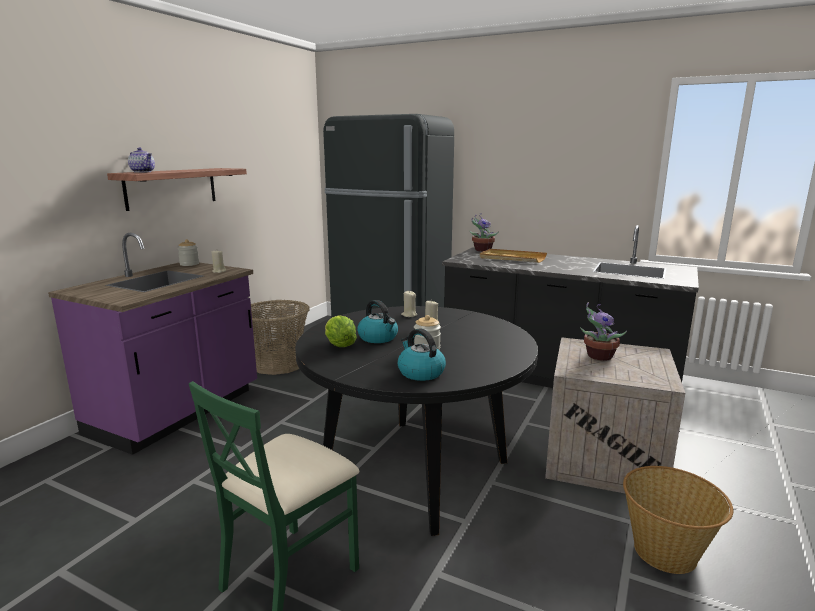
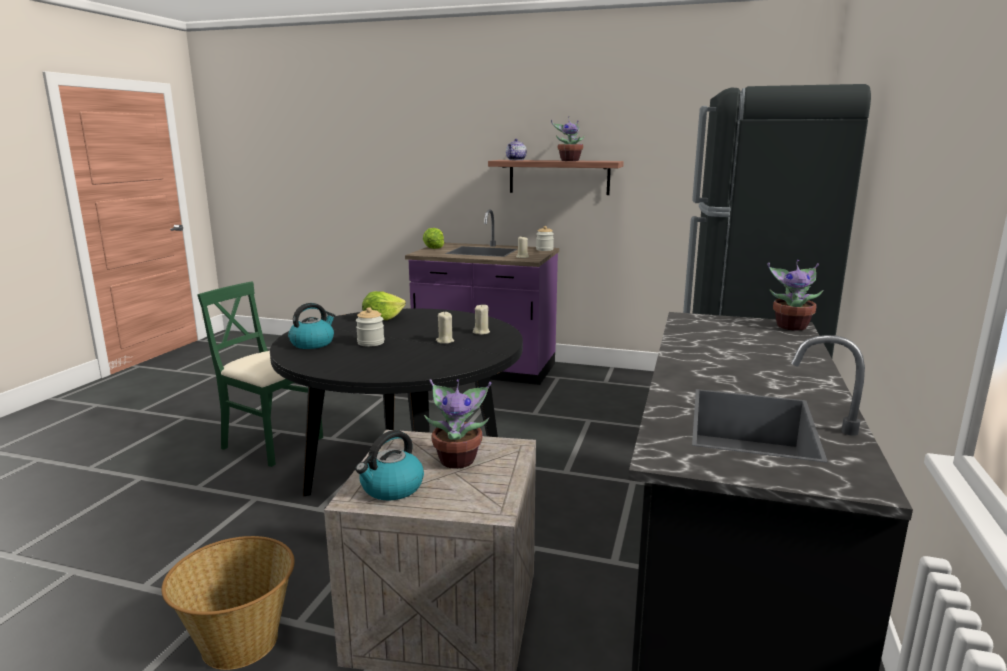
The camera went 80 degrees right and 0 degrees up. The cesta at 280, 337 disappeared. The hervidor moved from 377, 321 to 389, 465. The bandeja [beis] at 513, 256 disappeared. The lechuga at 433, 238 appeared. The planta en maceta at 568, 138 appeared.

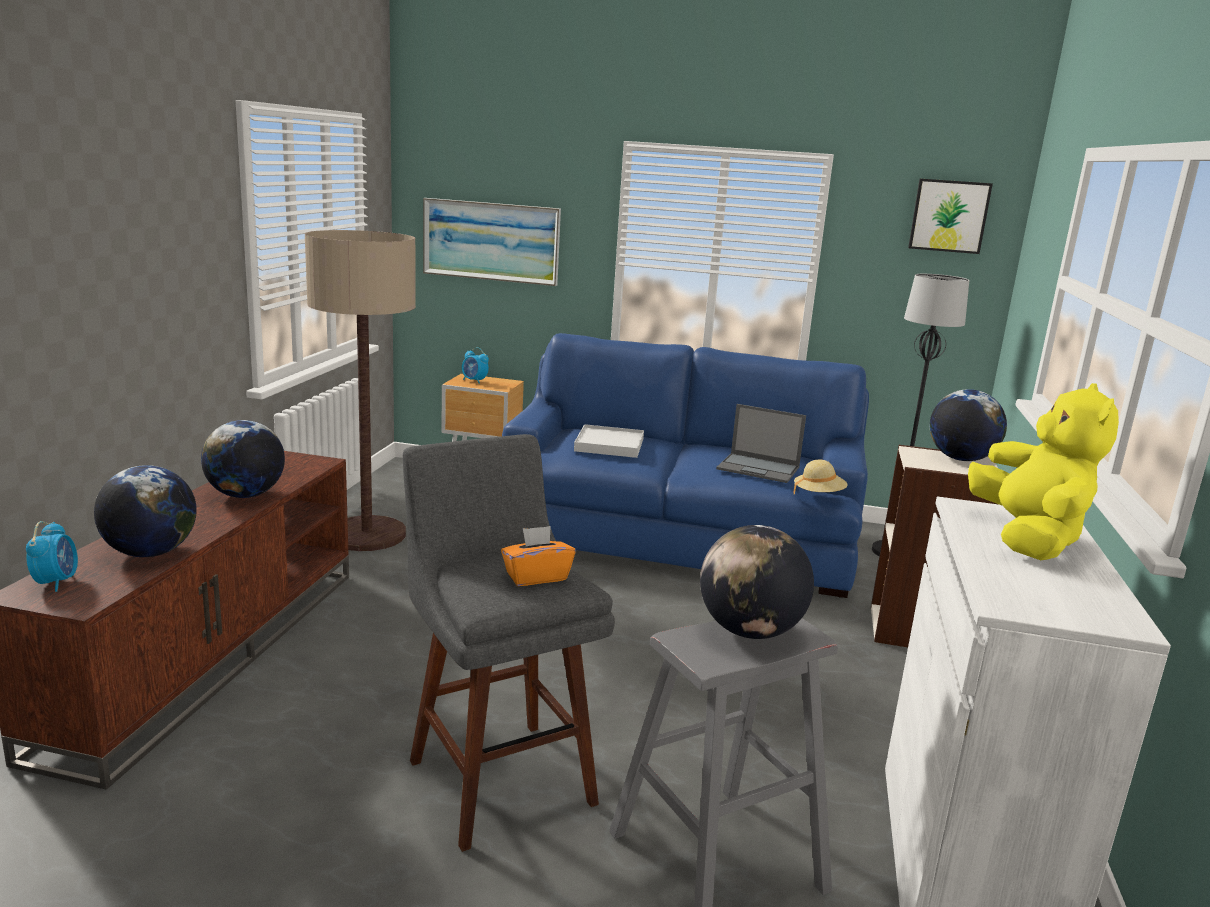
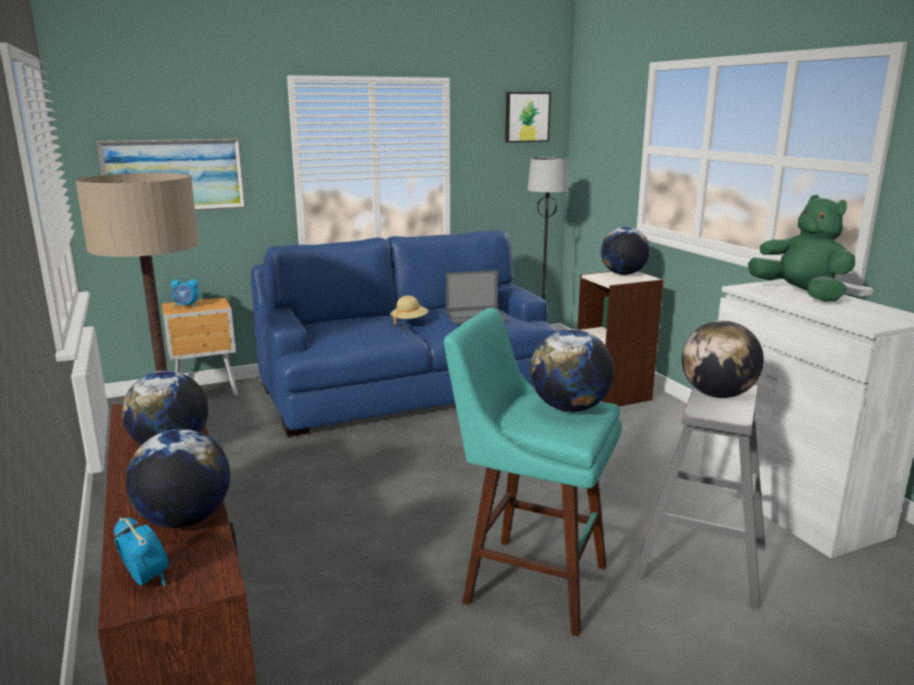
The camera went 35 degrees left and 0 degrees up. The taburete [gris] at 509, 643 became the taburete [turquesa] at 533, 472. The caja de pañuelos [naranja] at 538, 556 was replaced by the globo terráqueo at 572, 370. The bandeja [blanco] at 609, 441 disappeared. The sombrero [beis] moved from 821, 477 to 409, 310. The peluche [amarillo] at 1043, 471 became the peluche [verde] at 801, 248.

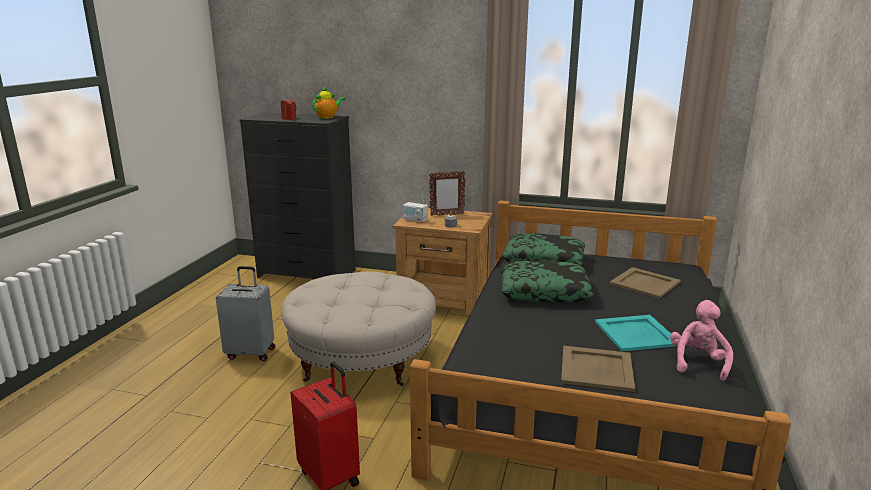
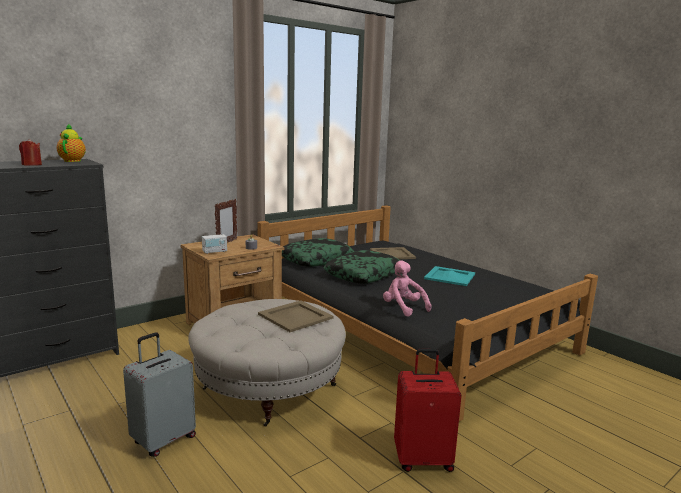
The camera went 55 degrees left and 5 degrees down. The bandeja [beis] moved from 598, 369 to 296, 316. The peluche [rosa] moved from 701, 340 to 407, 288.

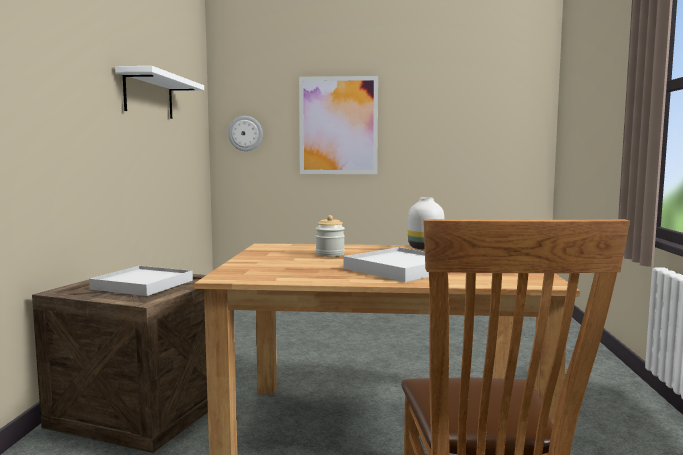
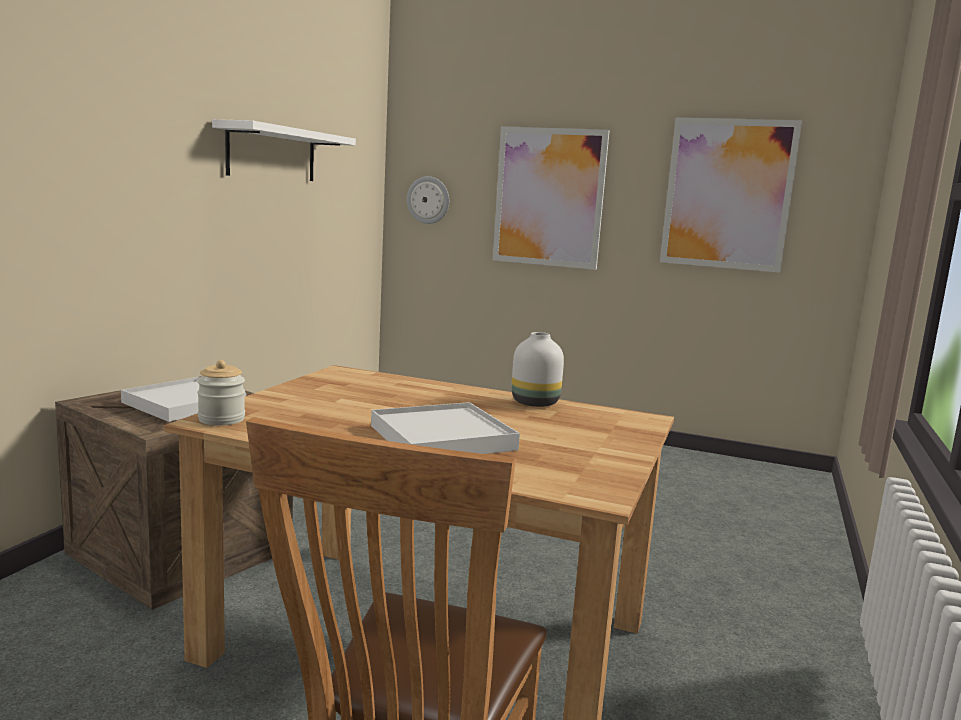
The camera went 15 degrees right and 5 degrees up. The tarro moved from 330, 236 to 221, 392. The cuadro at 731, 195 appeared.

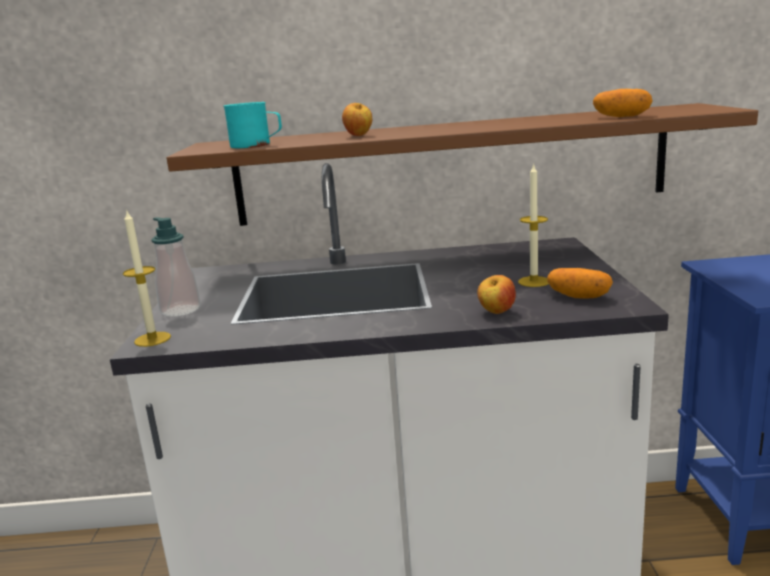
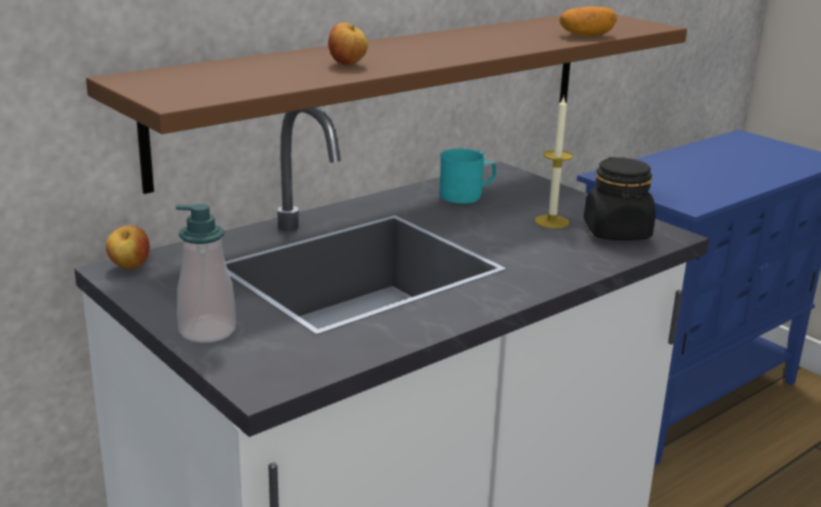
The camera went 40 degrees left and 5 degrees up. The vela at 147, 278 disappeared. The taza grande [turquesa] moved from 253, 125 to 467, 176. The manzana moved from 496, 294 to 128, 247. The patata at 580, 283 was replaced by the tarro [negro] at 620, 198.

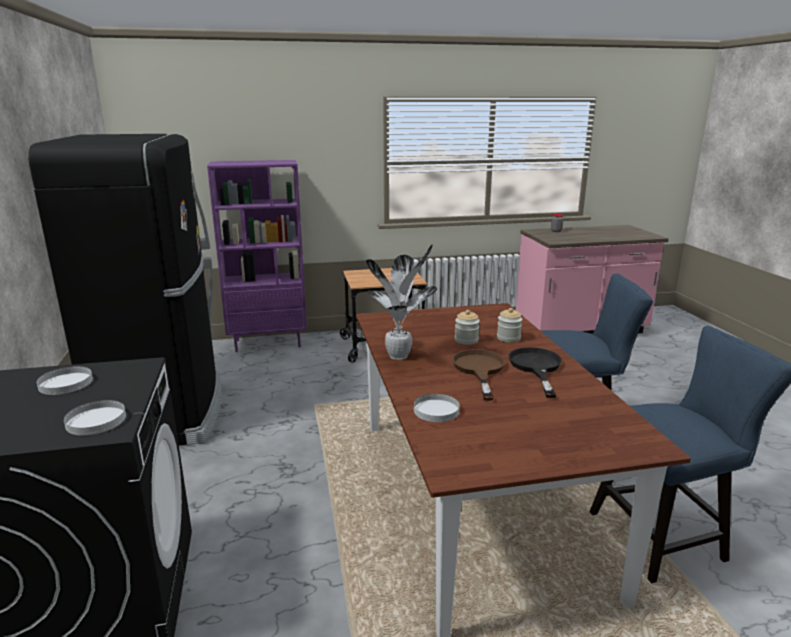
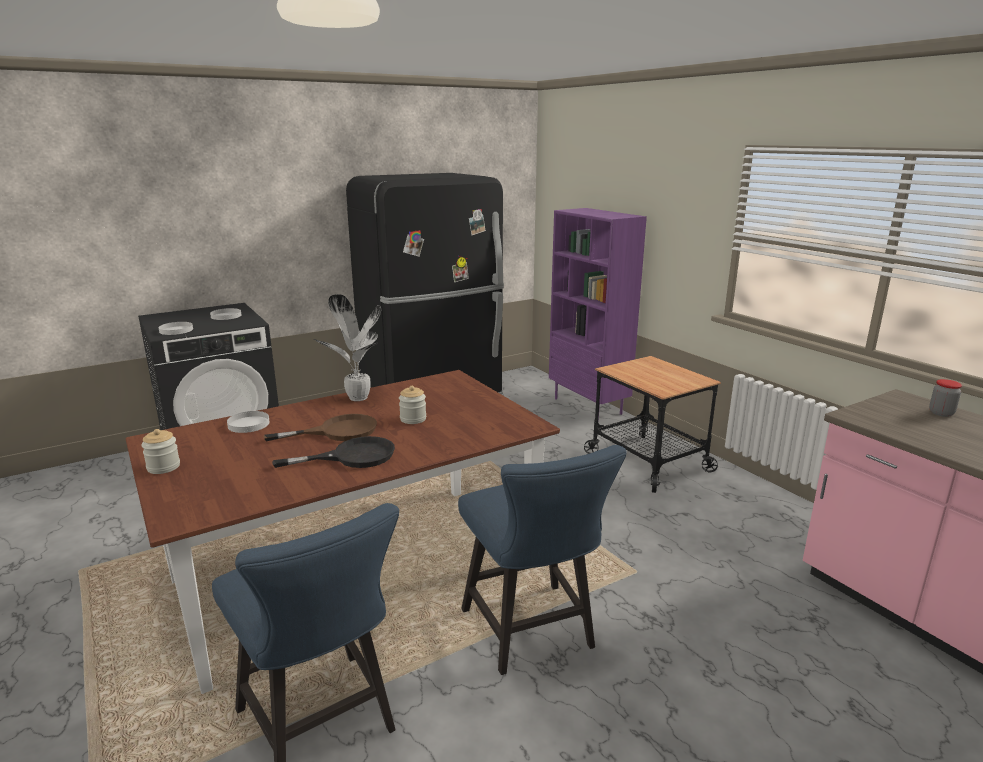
The camera went 70 degrees right and 0 degrees up. The tarro moved from 509, 325 to 160, 451.

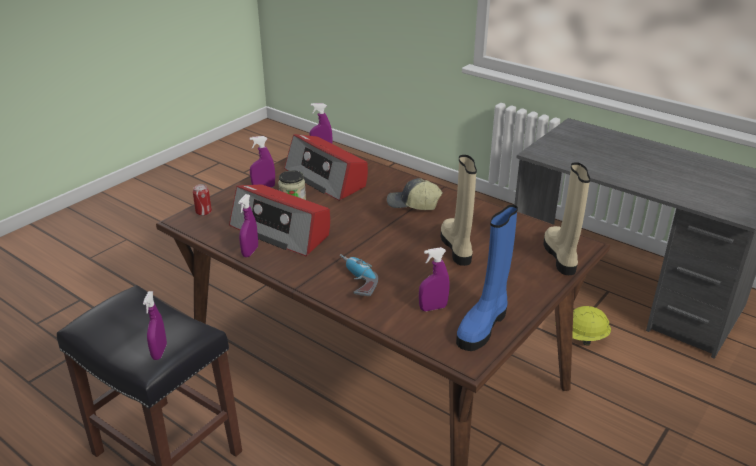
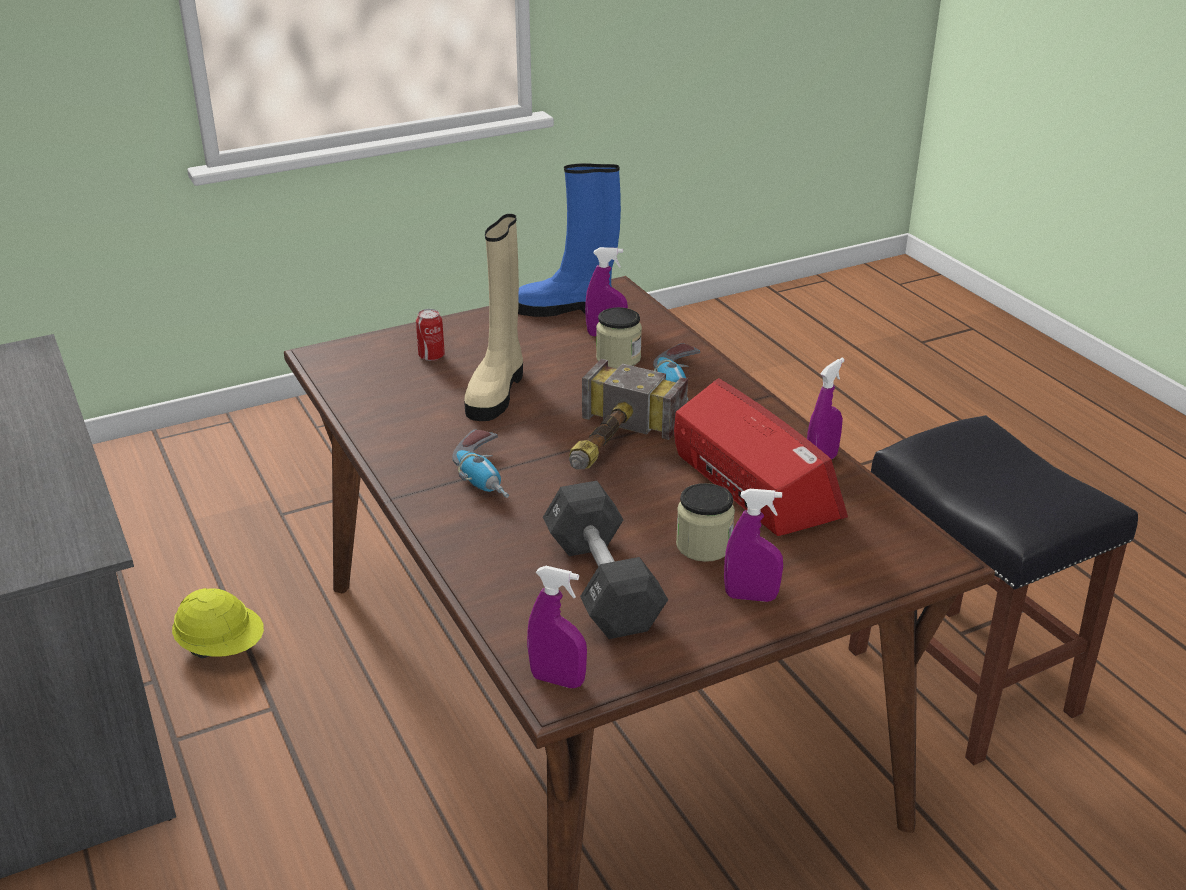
The camera went 155 degrees left and 0 degrees up. The pulverizador [morado] at 155, 325 disappeared. The lata moved from 202, 200 to 430, 335. The radio at 326, 167 was replaced by the mancuerna [negro] at 605, 560. The gorra at 415, 194 was replaced by the taladro at 480, 464. The bota [azul] at 487, 278 turned 150 degrees counterclockwise. The bota [beis] at 567, 218 disappeared. The martillo at 628, 414 appeared. The tarro at 619, 338 appeared.

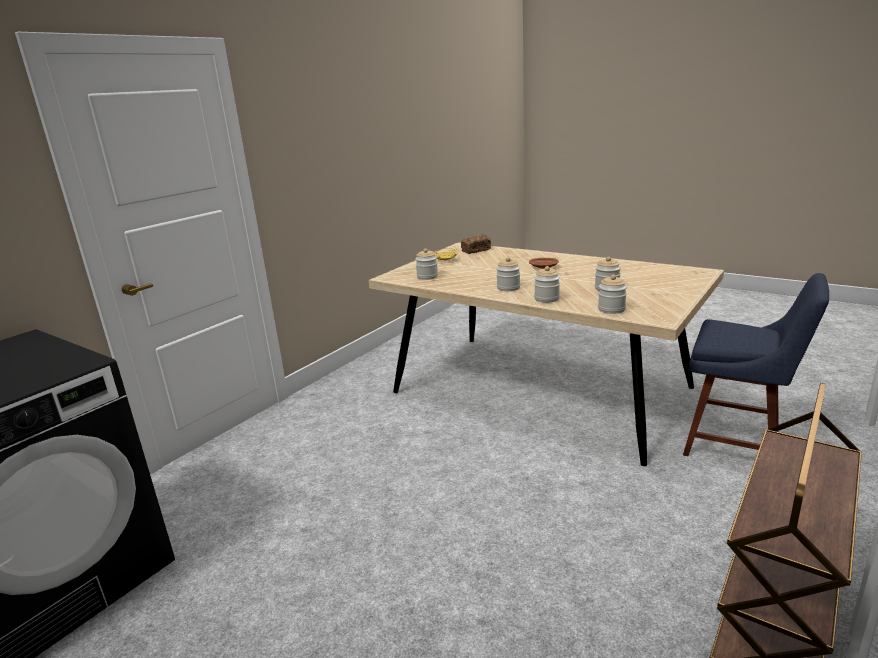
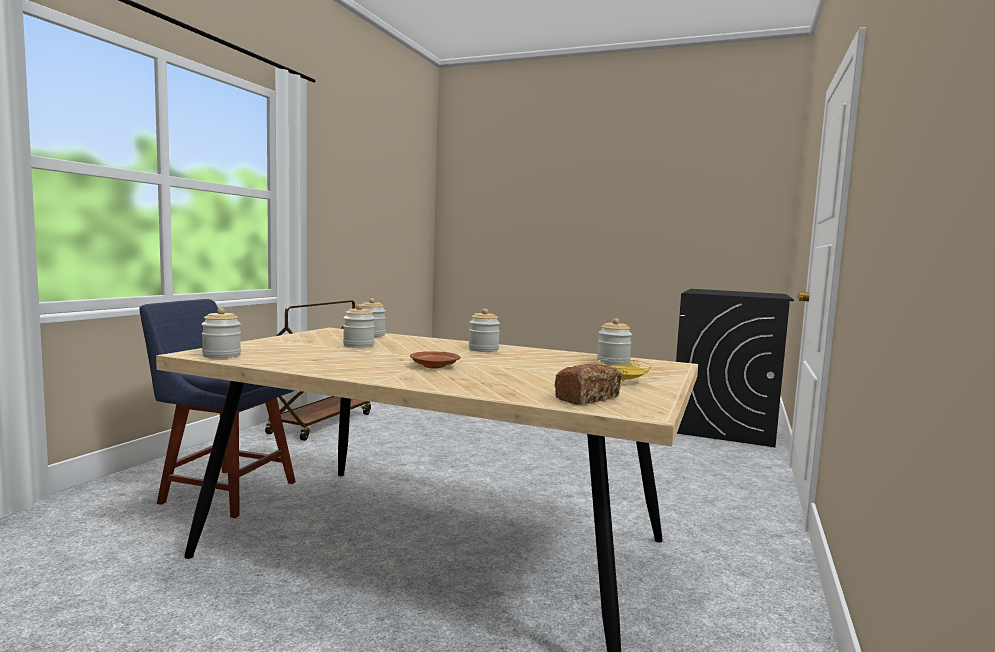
The camera went 165 degrees right and 15 degrees down. The tarro moved from 547, 284 to 221, 333.

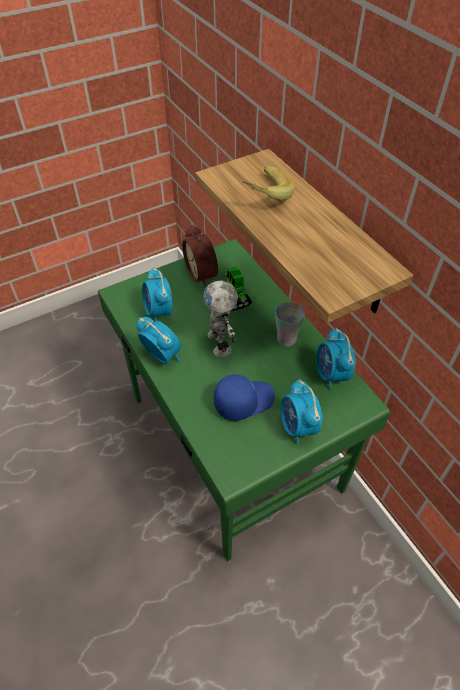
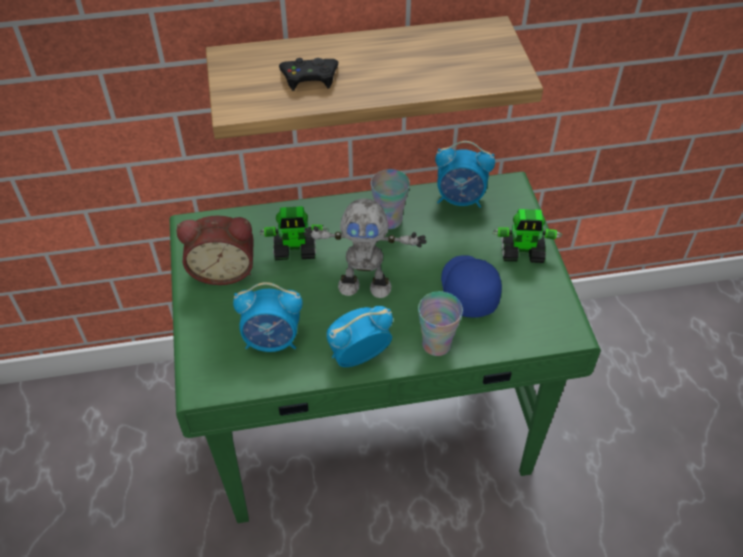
The camera went 70 degrees left and 0 degrees up. The plátano at 268, 183 was replaced by the mando de consola [negro] at 308, 74. The despertador at 301, 411 was replaced by the robot de juguete at 527, 236. The taza at 440, 323 appeared.

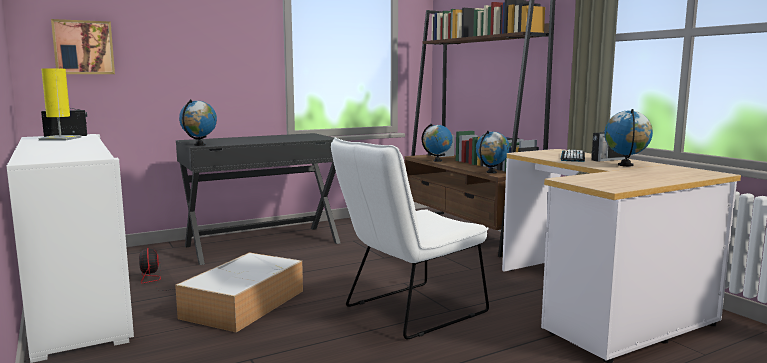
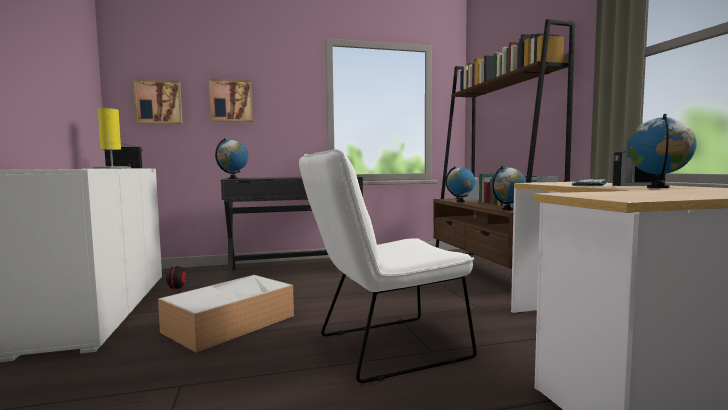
The camera went 15 degrees right and 5 degrees down. The cuadro at 230, 100 appeared.

